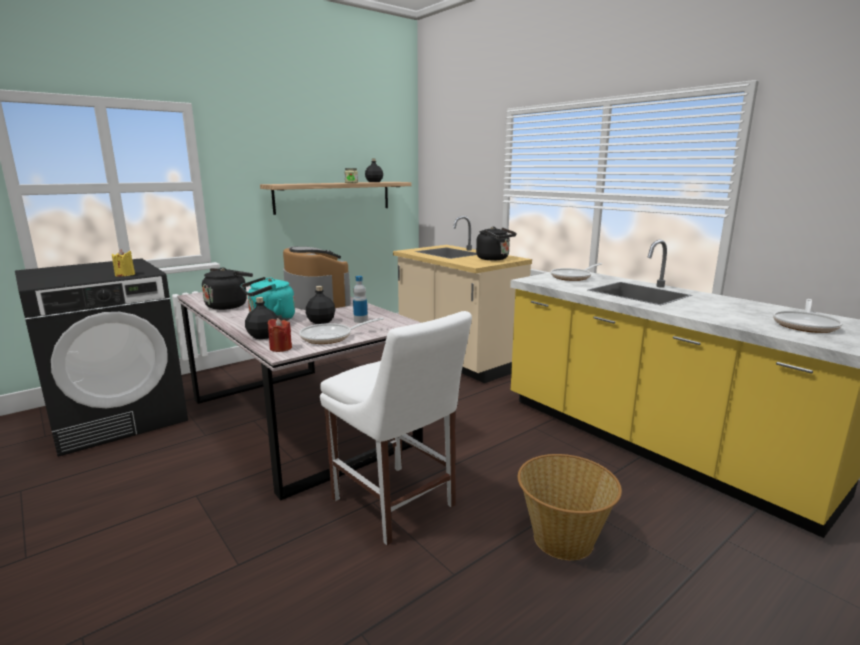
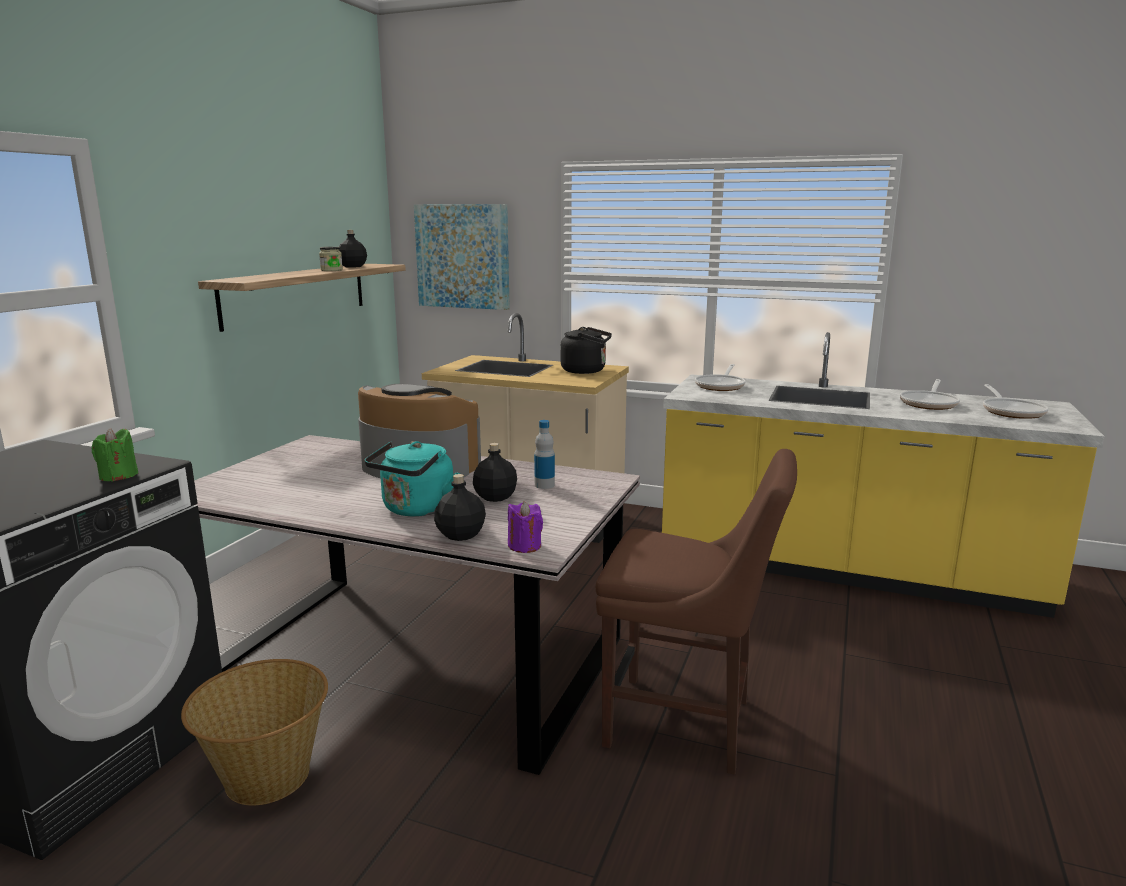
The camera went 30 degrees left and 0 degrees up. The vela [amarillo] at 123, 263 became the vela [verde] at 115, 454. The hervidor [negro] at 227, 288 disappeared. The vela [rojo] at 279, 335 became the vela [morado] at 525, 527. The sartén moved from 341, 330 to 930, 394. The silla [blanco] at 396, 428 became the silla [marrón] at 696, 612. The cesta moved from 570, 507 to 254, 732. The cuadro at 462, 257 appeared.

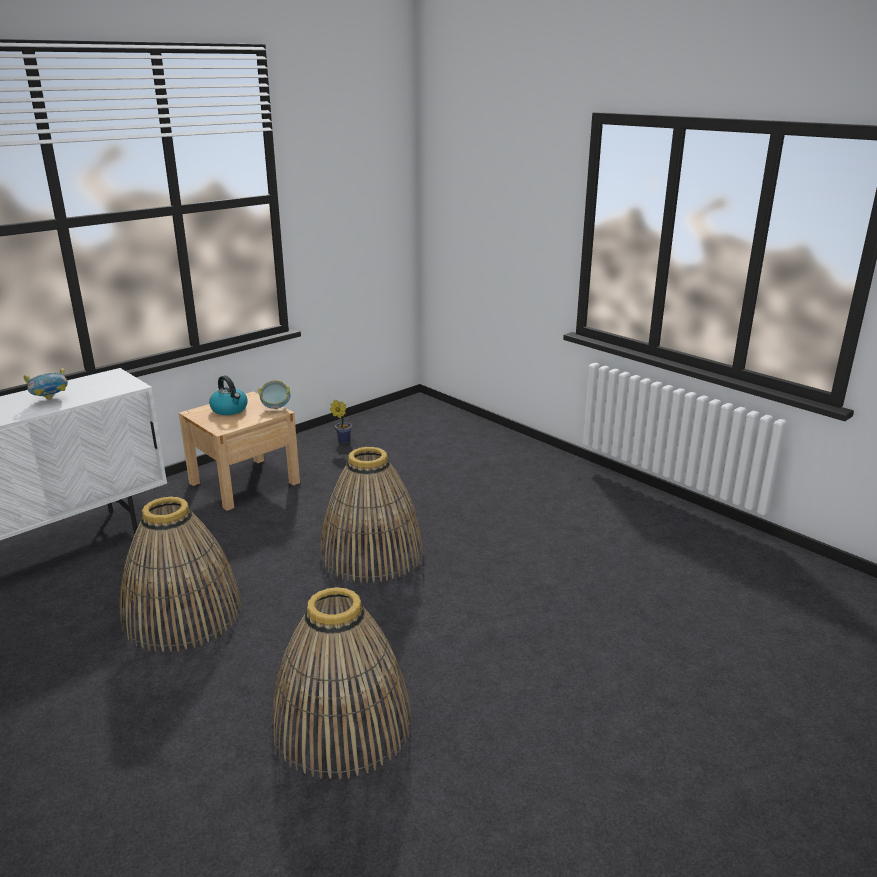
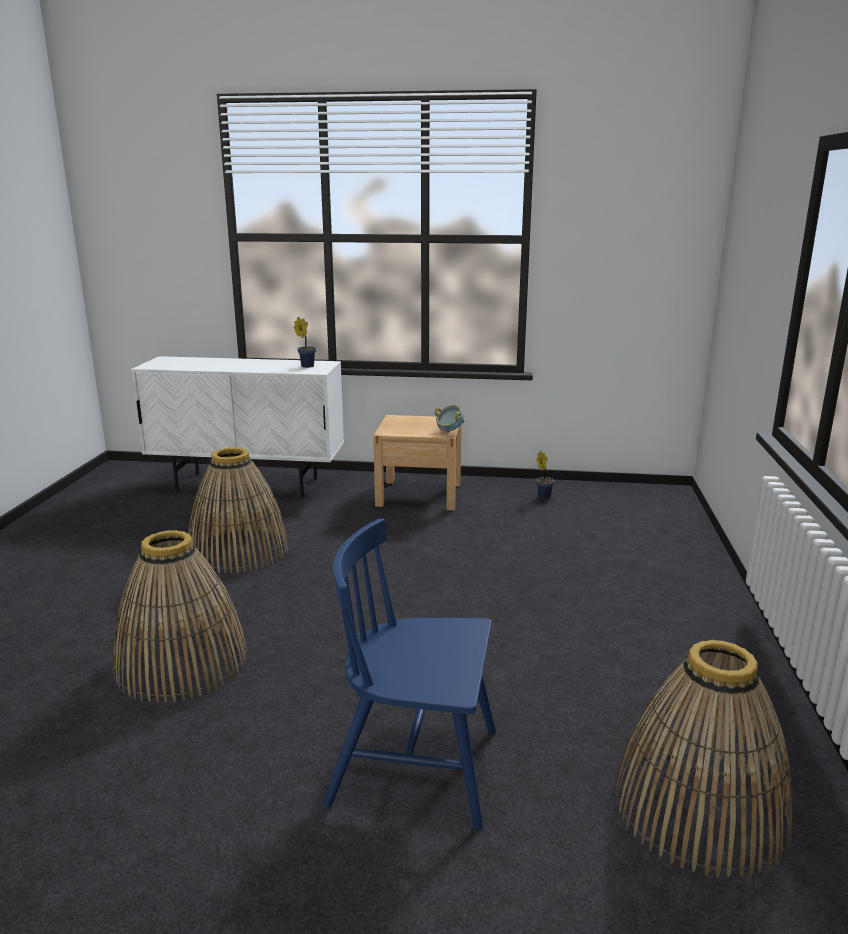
The camera went 50 degrees right and 5 degrees down. The cuenco at 46, 383 disappeared. The hervidor at 228, 395 disappeared. The cesta moved from 371, 515 to 704, 759. The planta en maceta at 305, 342 appeared. The silla [azul] at 409, 674 appeared.

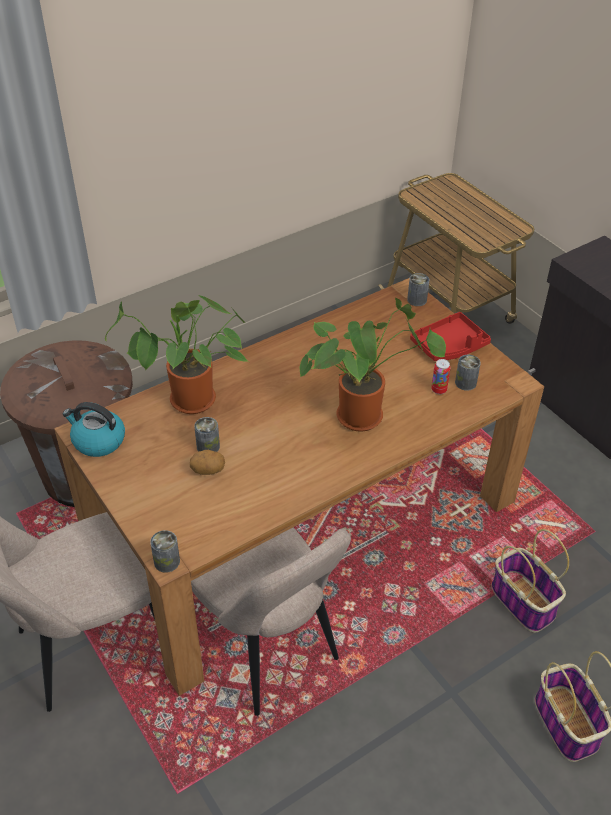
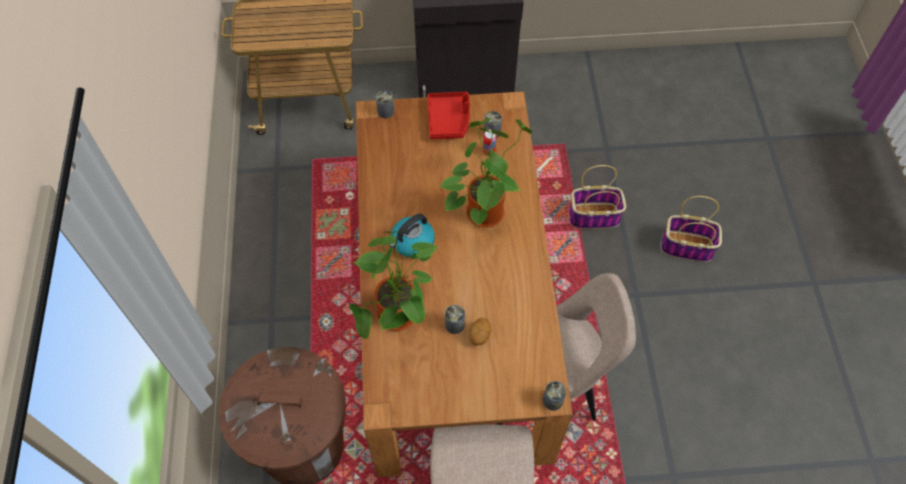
The camera went 60 degrees left and 15 degrees up. The hervidor moved from 94, 429 to 412, 235.

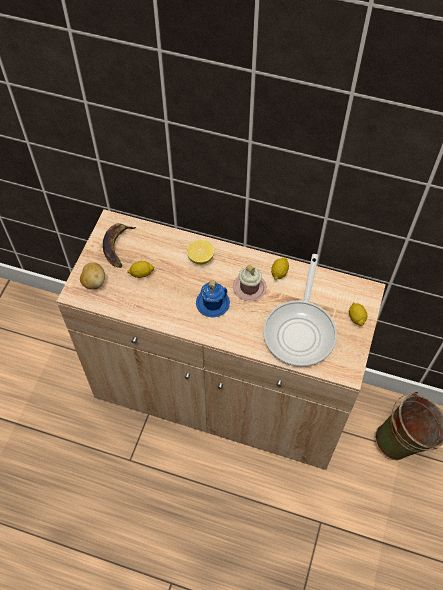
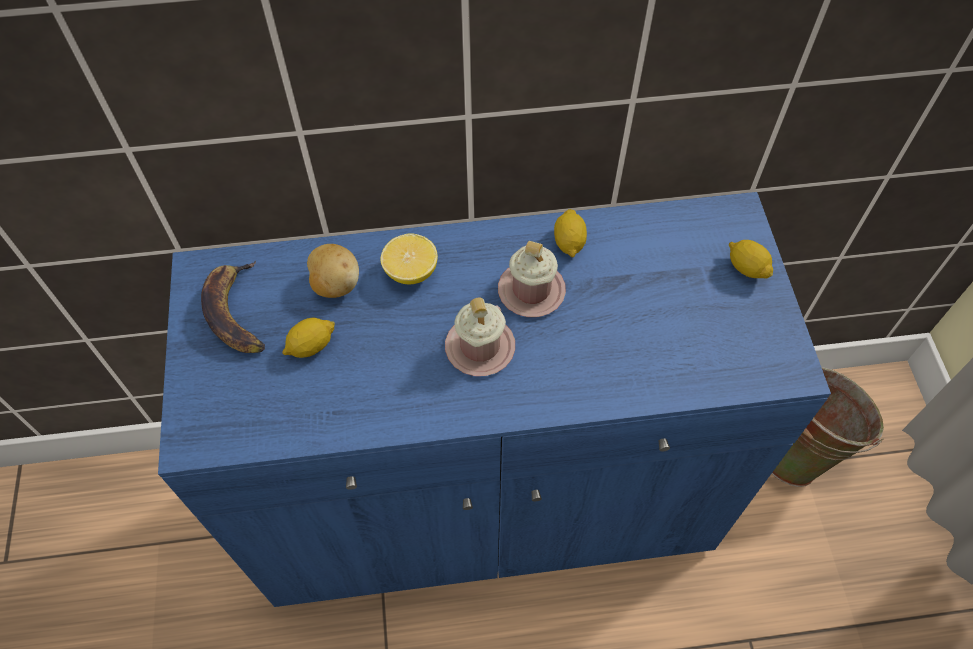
The camera went 25 degrees left and 0 degrees up. The armario [beis] at 221, 339 became the armario [azul] at 494, 399. The patata moved from 92, 275 to 333, 271. The taza grande [azul] at 213, 299 became the taza grande [rosa] at 480, 337. The sartén at 300, 310 disappeared.

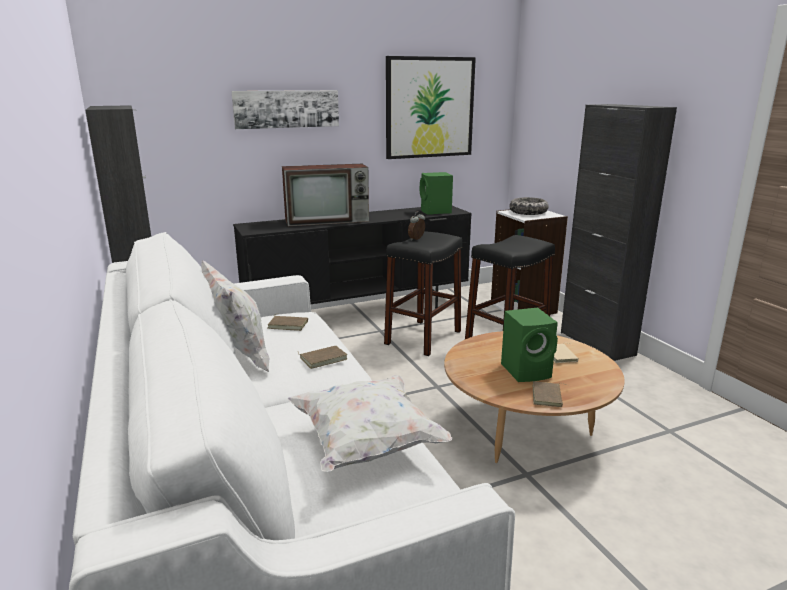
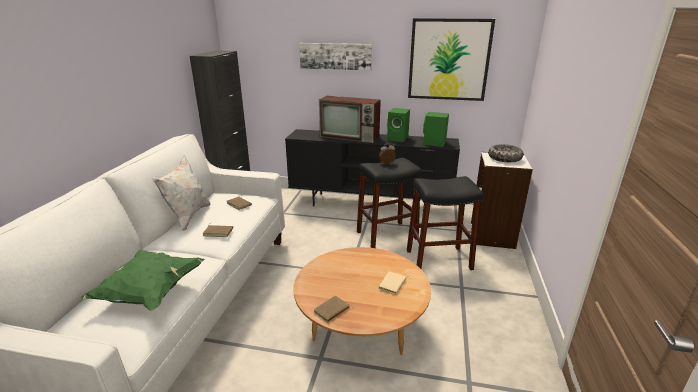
The camera went 35 degrees right and 5 degrees up. The cojín [blanco] at 369, 423 became the cojín [verde] at 143, 280. The altavoz [verde] moved from 529, 345 to 398, 125. The armario [negro] at 619, 232 disappeared.

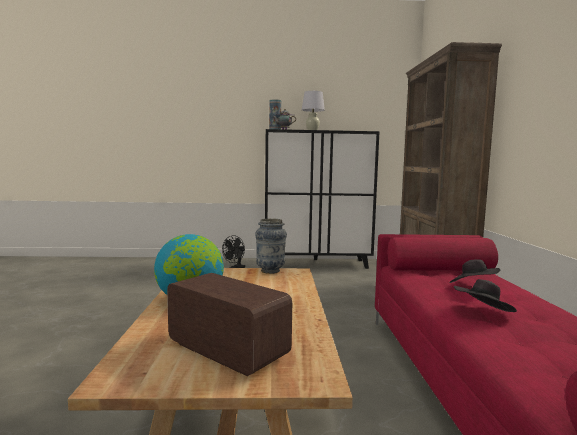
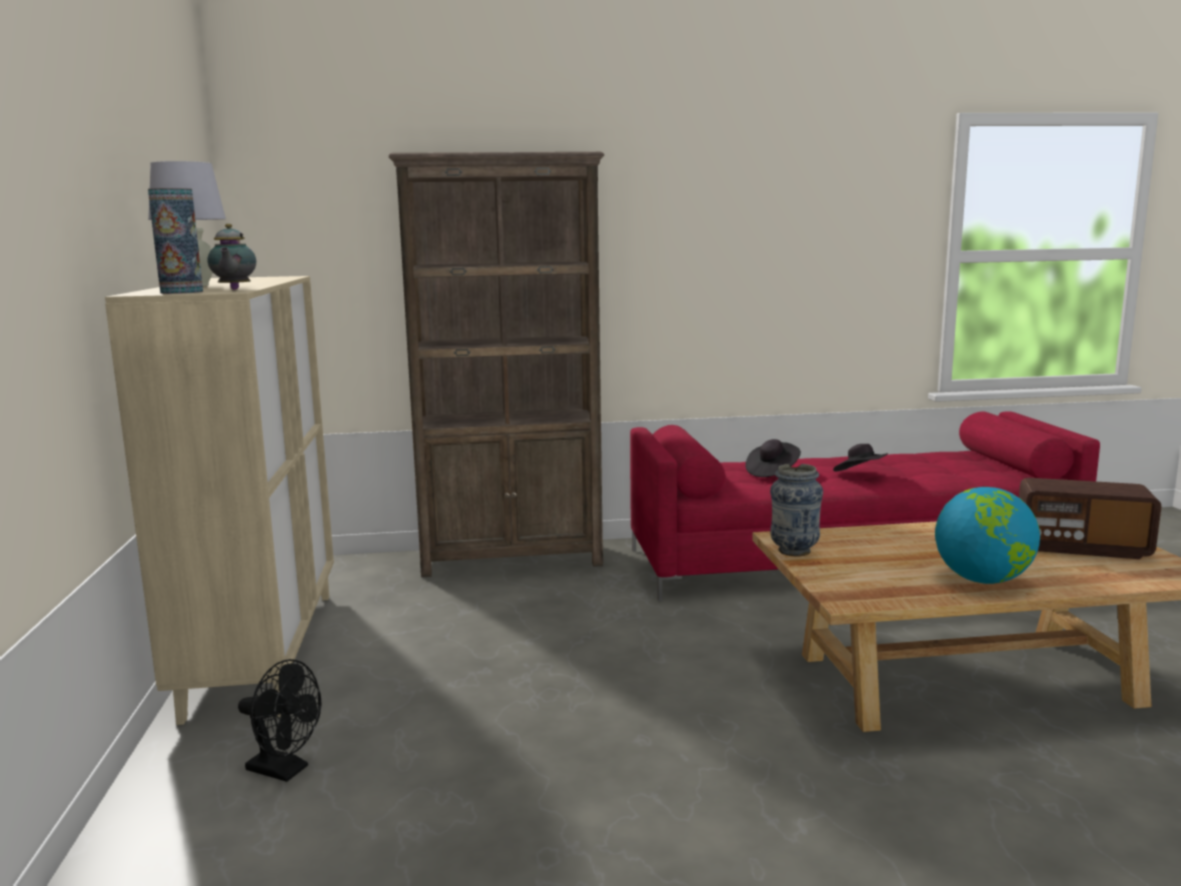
The camera went 95 degrees left and 5 degrees up. The radio at 229, 324 turned 105 degrees counterclockwise. The armario [negro] at 322, 199 became the armario [beis] at 219, 500.

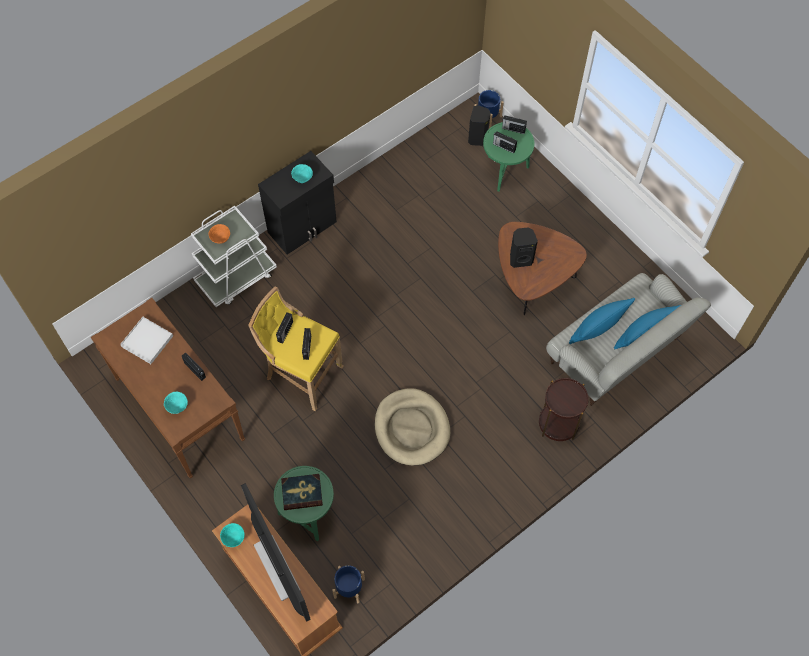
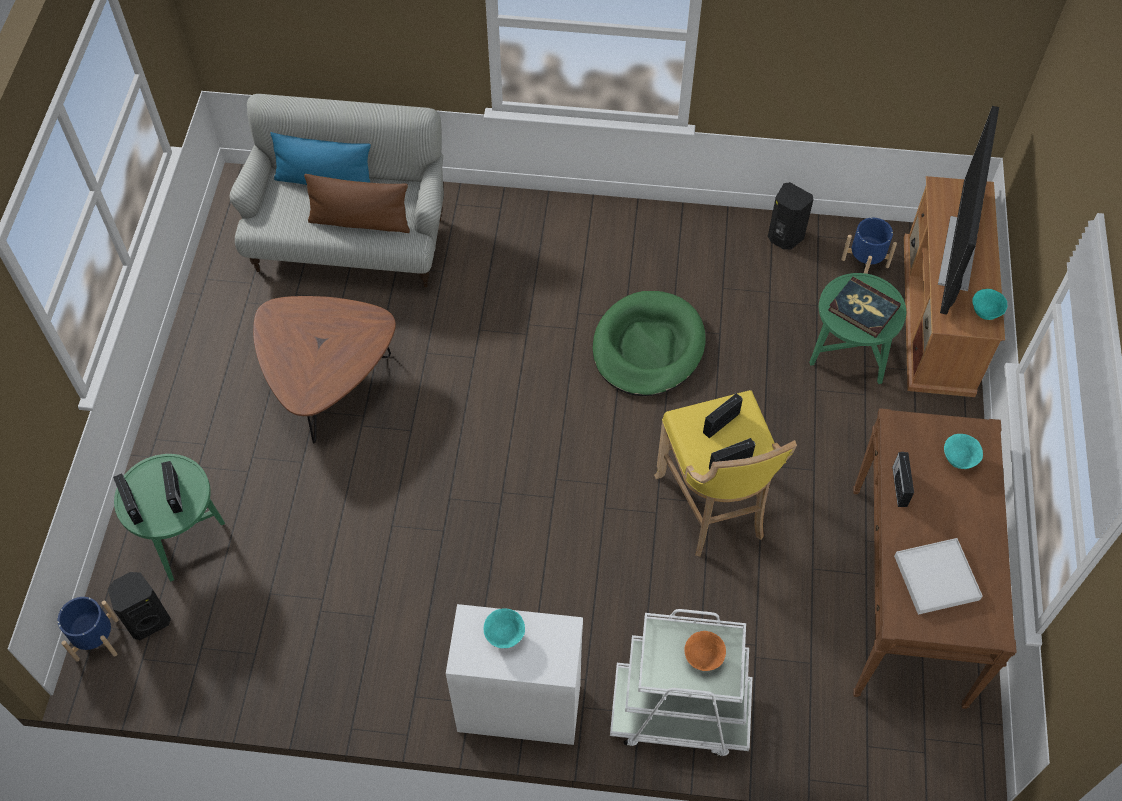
The camera went 135 degrees left and 5 degrees down. The armario [negro] at 297, 203 became the armario [blanco] at 514, 674. The cama para perro [beis] at 412, 426 became the cama para perro [verde] at 649, 343. The altavoz [negro] moved from 524, 247 to 790, 215. The mesa auxiliar [marrón] at 564, 409 disappeared. The cojín [azul] at 602, 321 became the cojín [marrón] at 357, 203.

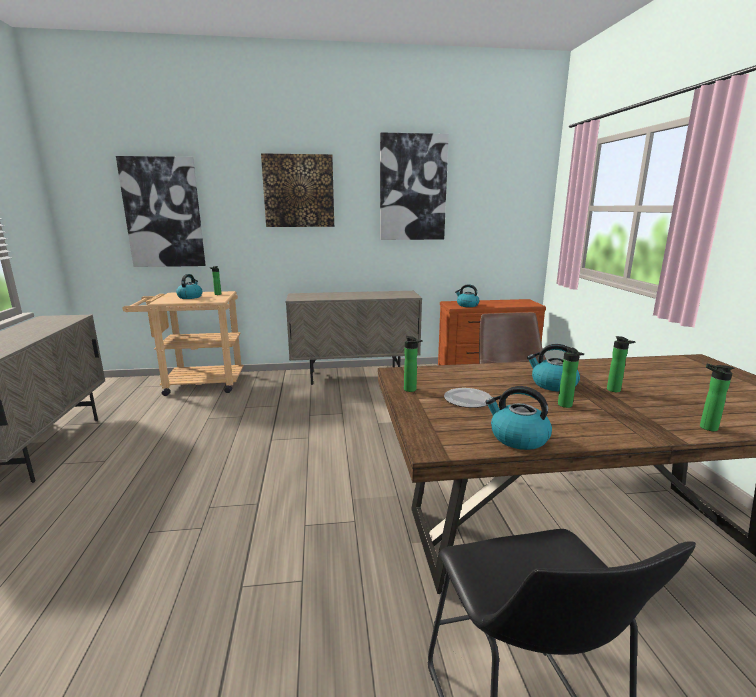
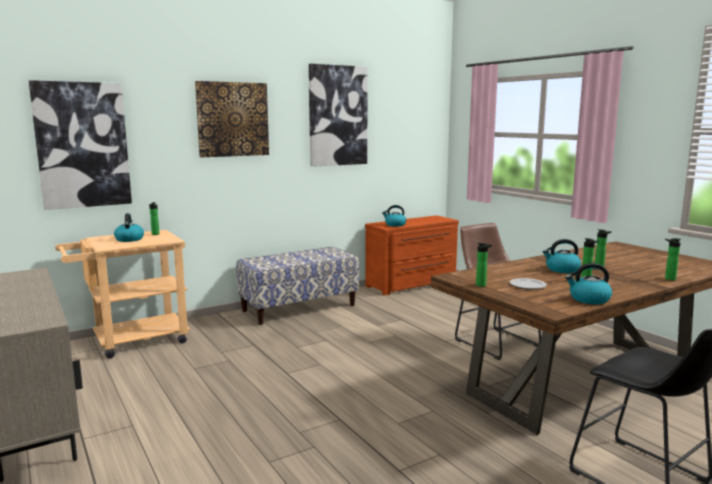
The camera went 25 degrees left and 5 degrees down. The armario [beis] at 354, 338 was replaced by the banco at 297, 286.

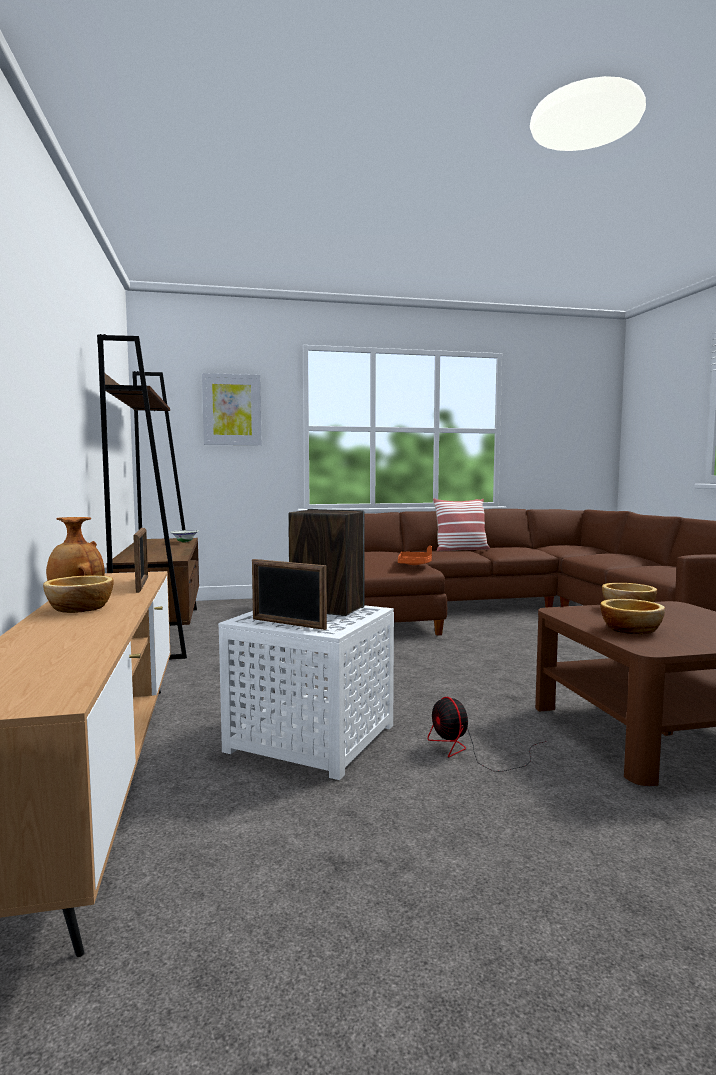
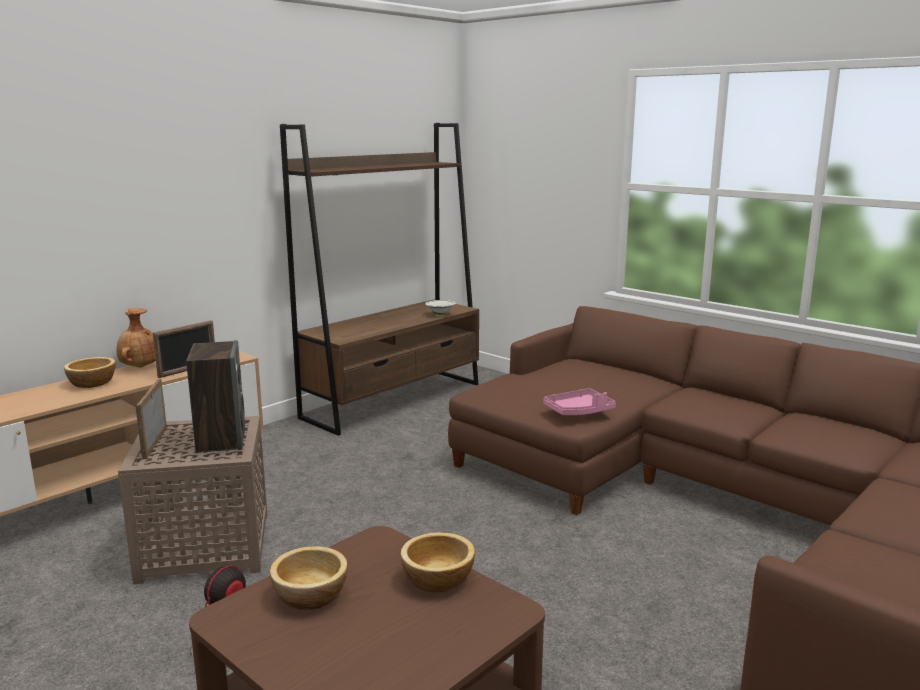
The camera went 55 degrees right and 10 degrees up. The cuadro at 232, 409 disappeared. The mesa auxiliar [blanco] at 306, 692 became the mesa auxiliar [marrón] at 192, 500. The bandeja [naranja] at 415, 555 became the bandeja [rosa] at 579, 401. The cojín at 461, 524 disappeared.

